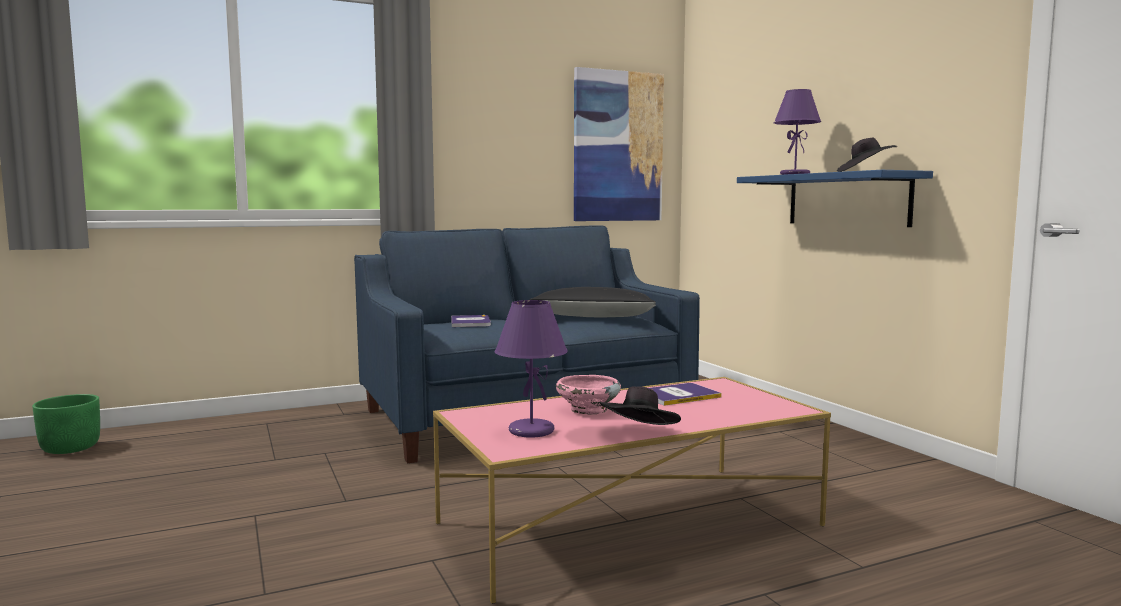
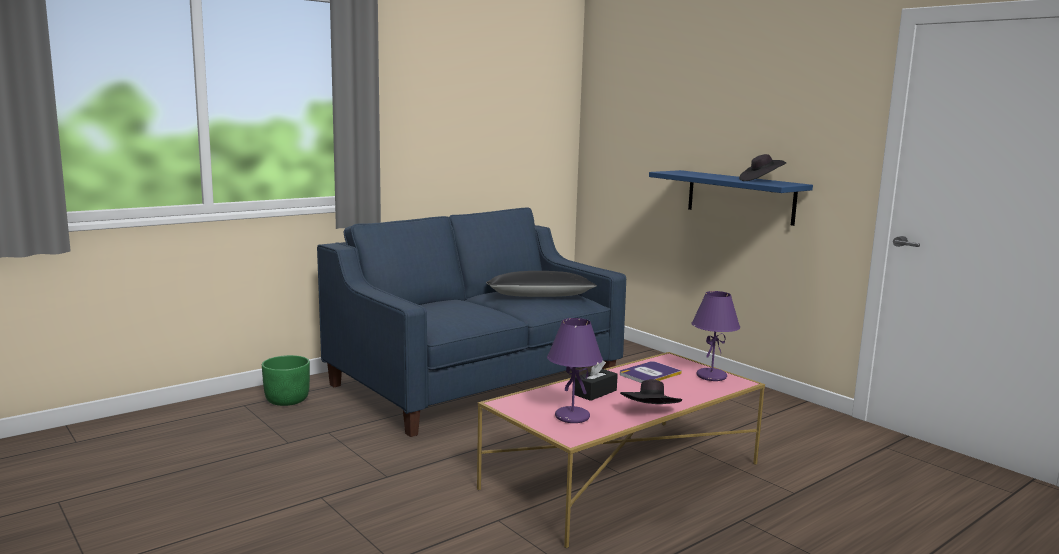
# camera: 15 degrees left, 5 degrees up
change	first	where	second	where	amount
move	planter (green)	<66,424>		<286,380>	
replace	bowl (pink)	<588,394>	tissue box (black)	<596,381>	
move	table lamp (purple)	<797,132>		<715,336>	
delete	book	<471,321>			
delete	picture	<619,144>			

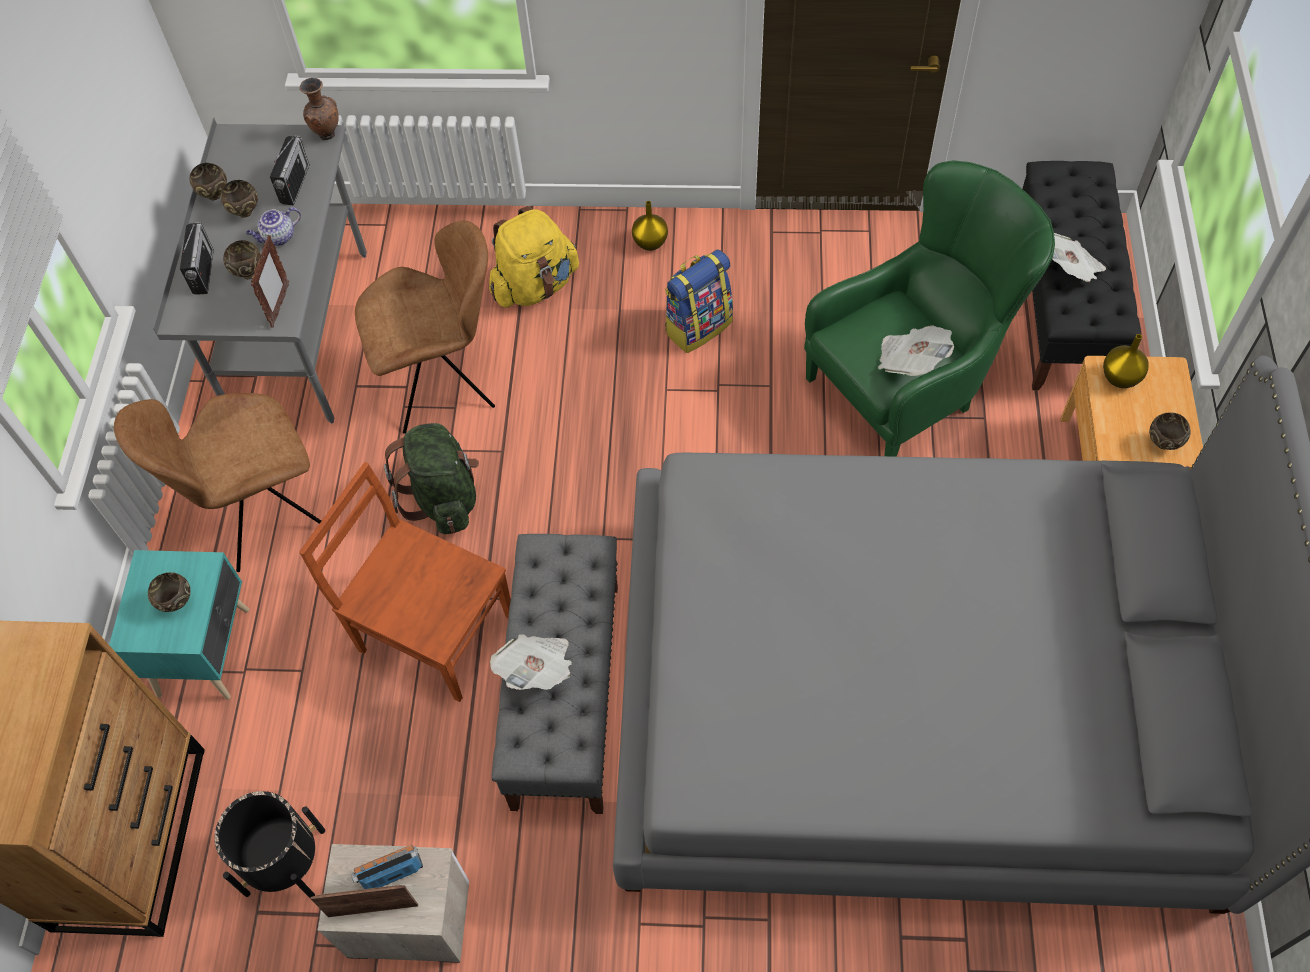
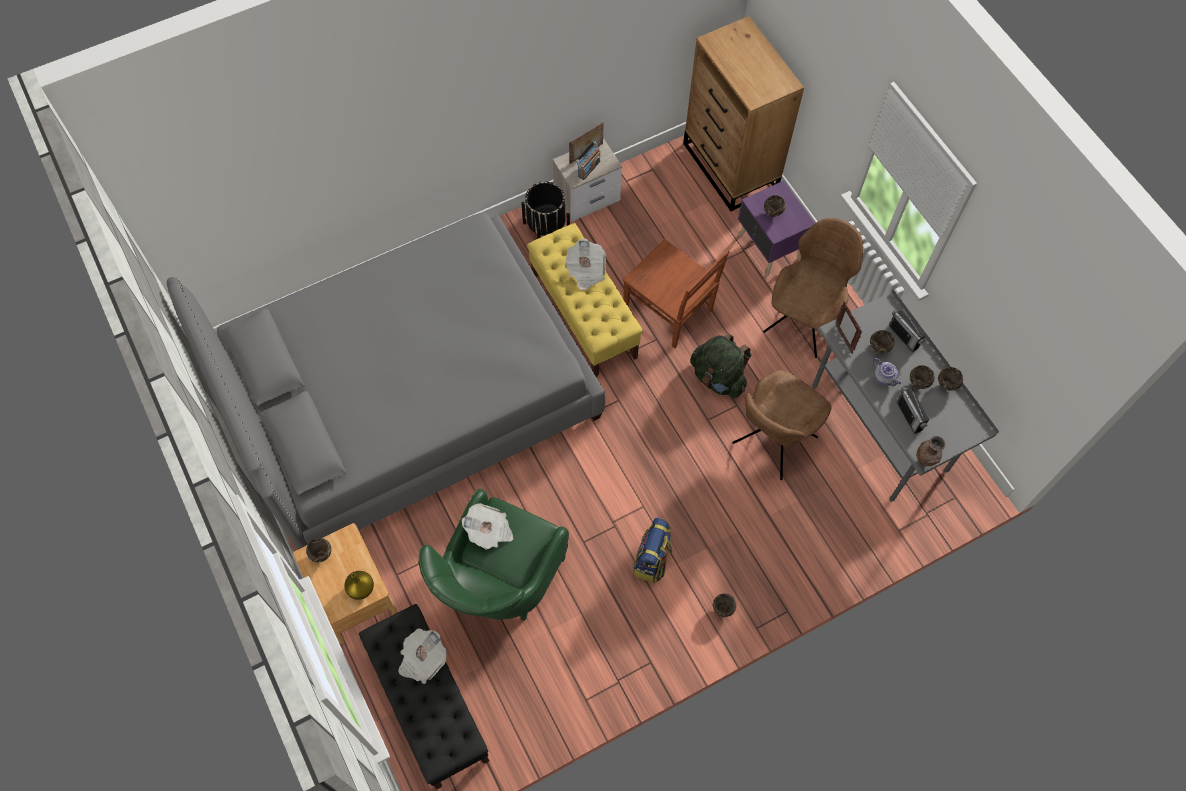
# camera: 145 degrees right, 5 degrees up
change	first	where	second	where	amount
move	planter (black)	<270,845>		<546,210>	
recolor	bench (grey)	<555,674>	bench (yellow)	<585,300>	
rotate	chair (brown)	<405,582>		<676,294>	45 degrees clockwise
replace	vase (yellow)	<650,226>	bowl (brown)	<724,605>	
recolor	nightstand (turquoise)	<179,625>	nightstand (purple)	<776,228>	
rotate	teapot	<273,226>		<887,372>	120 degrees clockwise
delete	backpack (yellow)	<534,257>			

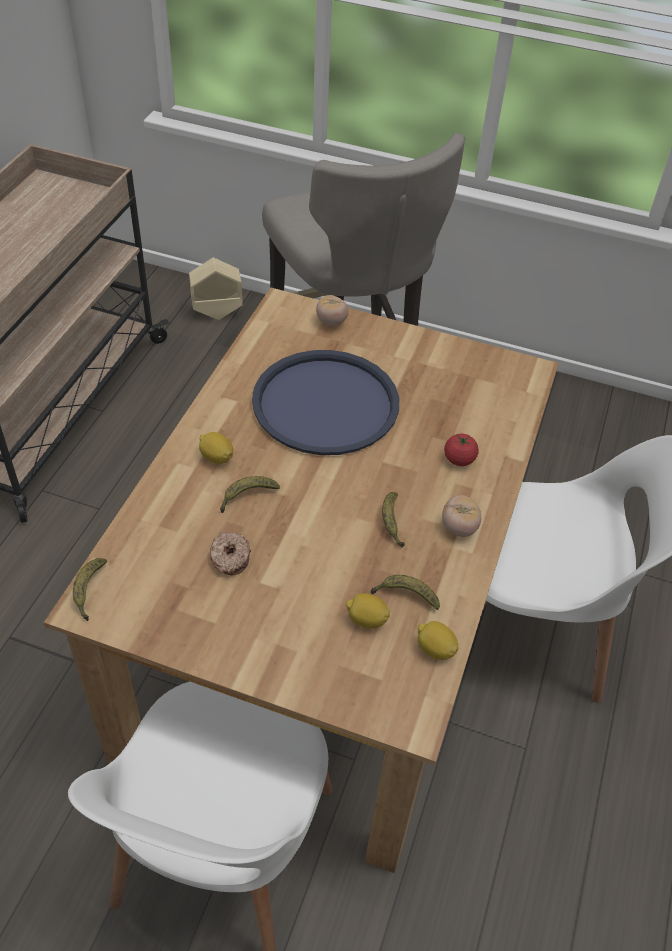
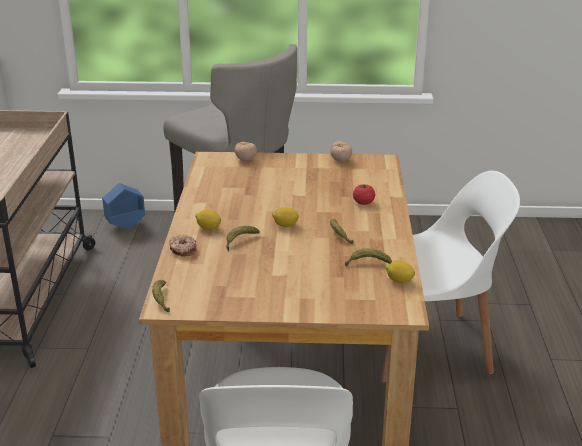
# camera: 15 degrees left, 20 degrees down
change	first	where	second	where	amount
recolor	planter (beige)	<216,288>	planter (blue)	<123,206>	
move	donut	<230,554>		<183,246>	
move	lemon	<368,610>		<285,217>	
move	tomato	<461,516>		<341,151>	
delete	tray (blue)	<325,402>			

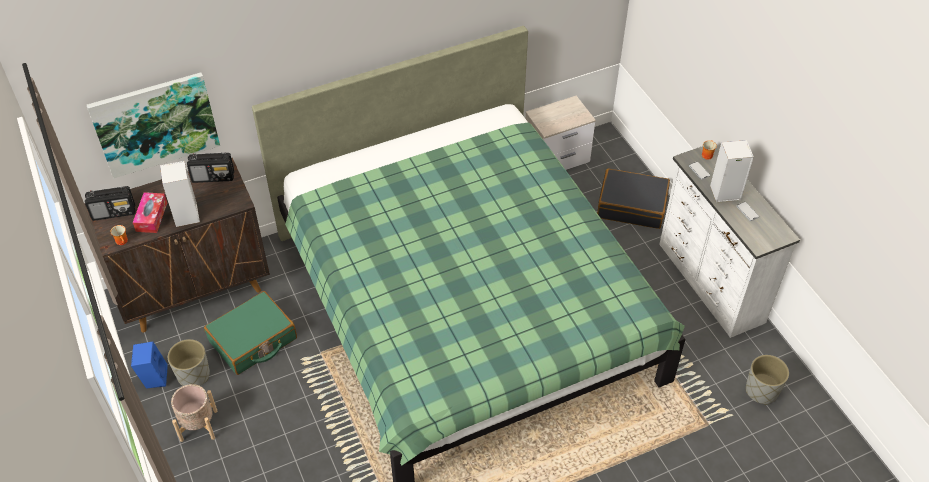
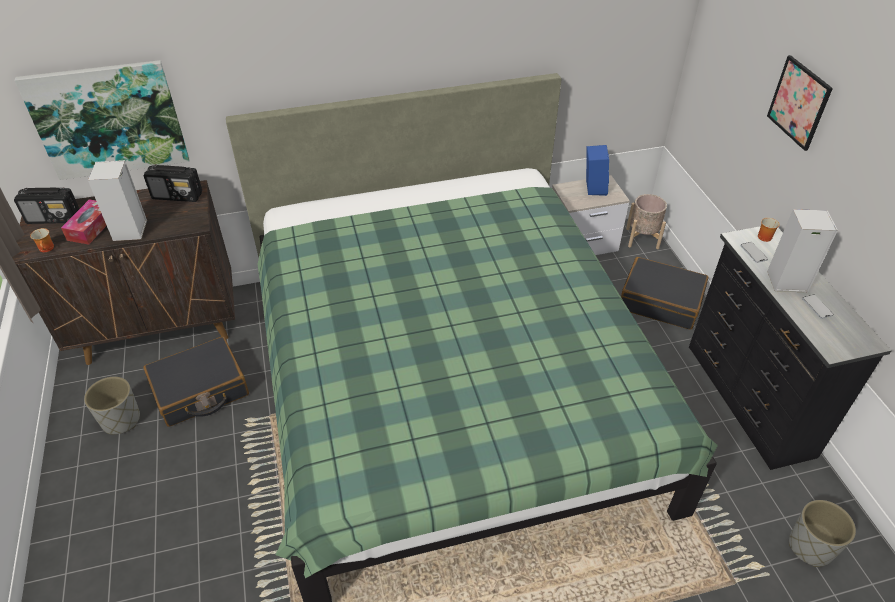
# camera: 10 degrees right, 5 degrees down
change	first	where	second	where	amount
recolor	suitcase (green)	<250,333>	suitcase (black)	<196,381>	
move	speaker (blue)	<149,365>		<597,170>	
move	planter (beige)	<194,413>		<646,221>	
recolor	dresser (white)	<729,241>	dresser (black)	<790,348>	
insert			picture	<800,103>	

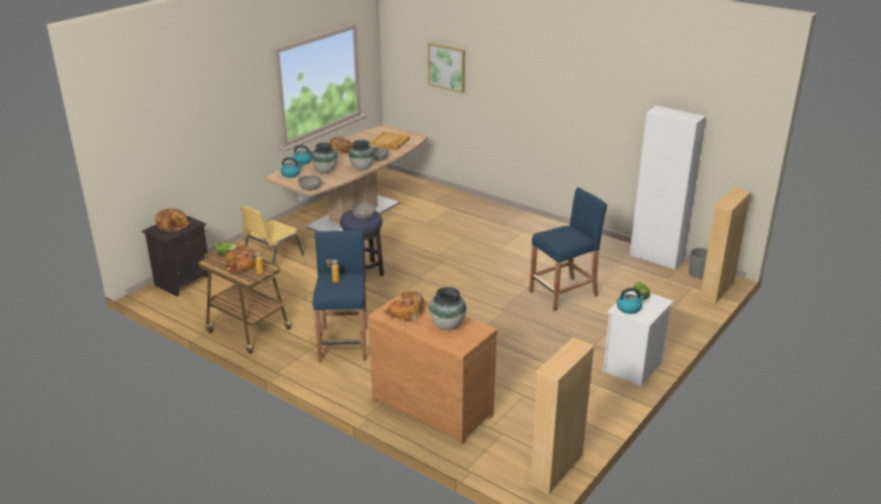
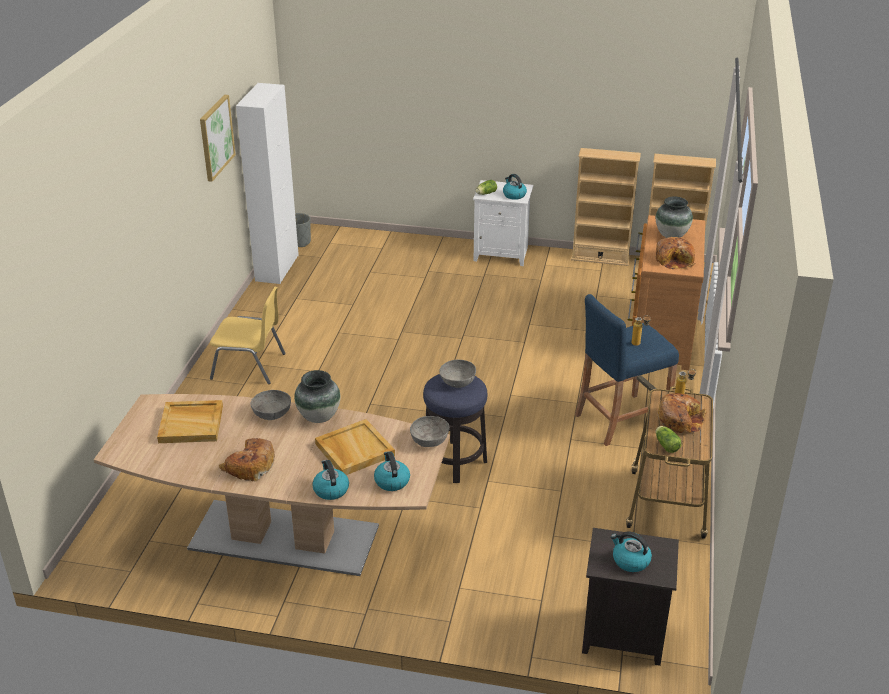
# camera: 115 degrees left, 5 degrees up
change	first	where	second	where	amount
move	picture	<446,68>		<218,138>	
move	chair (yellow)	<272,235>		<248,335>	
replace	vase	<324,158>	tray (beige)	<355,447>	
move	bookcase (beige)	<724,245>		<606,207>	
replace	bread	<172,220>	kettle	<631,551>	
delete	stool (blue)	<568,249>			

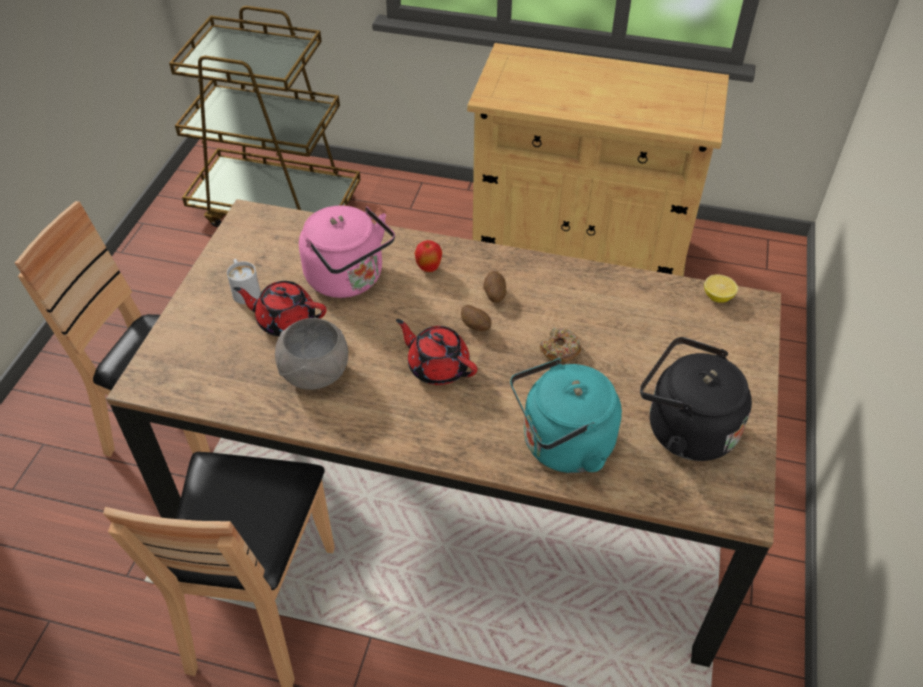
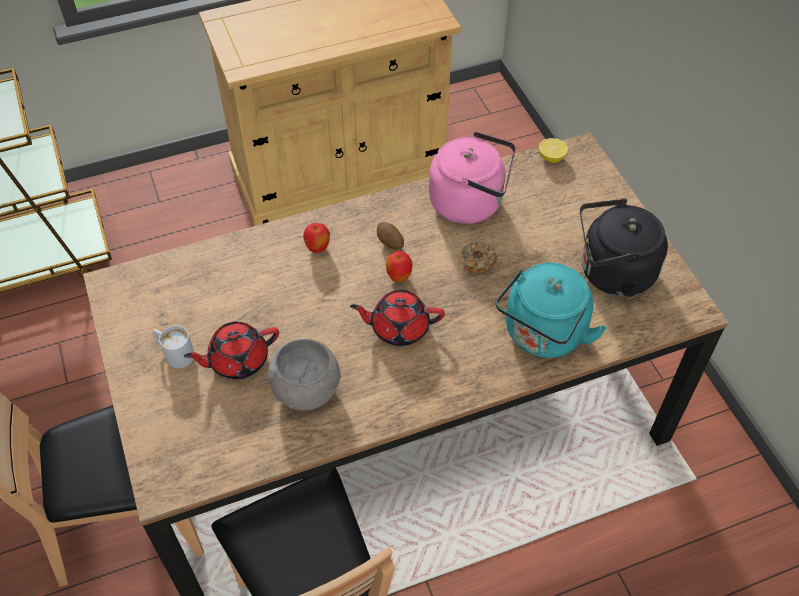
# camera: 35 degrees left, 5 degrees up
change	first	where	second	where	amount
replace	potato	<476,318>	apple	<399,266>	
move	kettle (pink)	<347,251>		<472,177>	

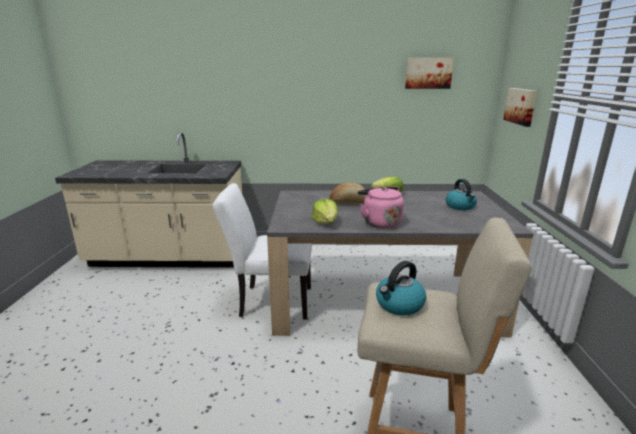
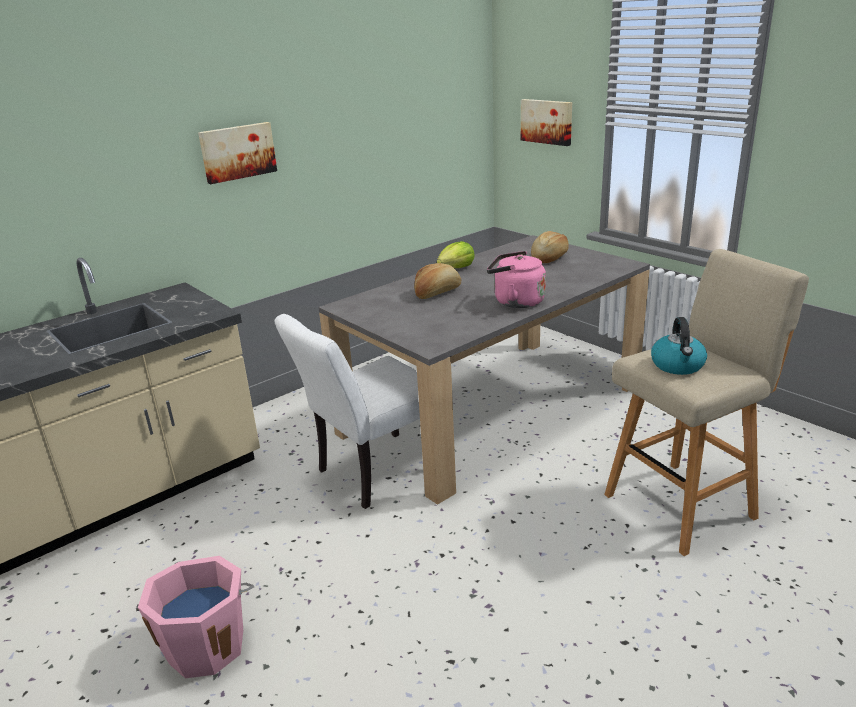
# camera: 40 degrees left, 5 degrees up
change	first	where	second	where	amount
insert			bucket (pink)	<195,617>	
move	picture	<429,73>		<237,153>	
replace	kettle	<461,194>	bread	<550,247>	
delete	lettuce	<325,211>			

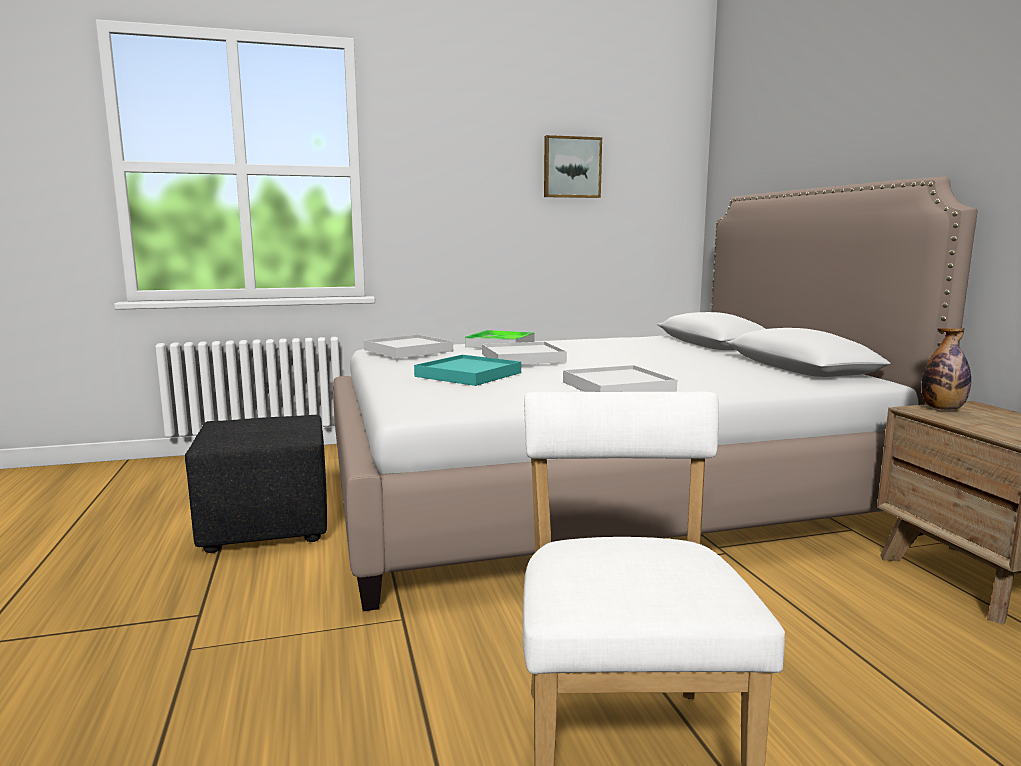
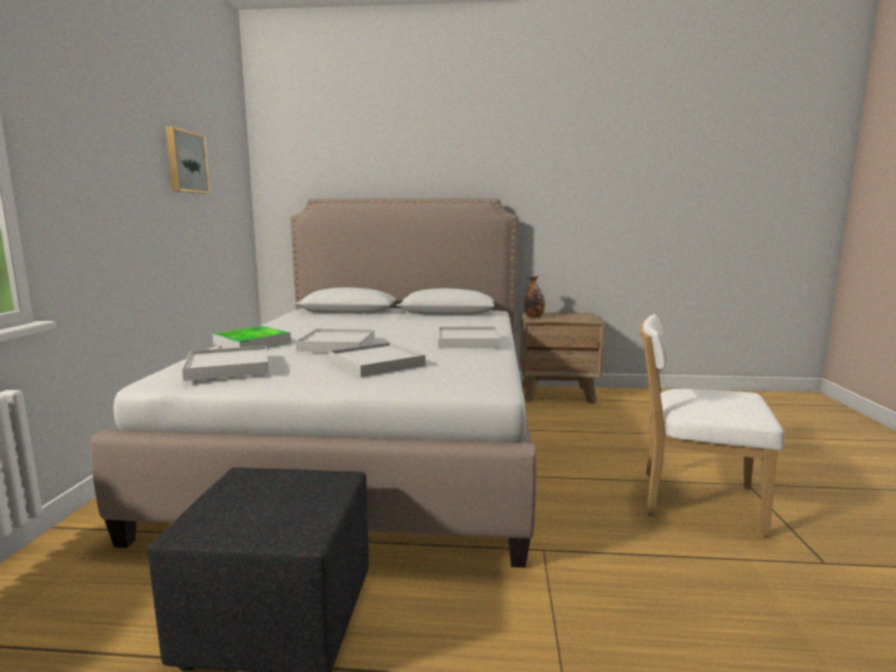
# camera: 70 degrees left, 0 degrees up
change	first	where	second	where	amount
recolor	tray (turquoise)	<467,370>	tray (white)	<377,359>	

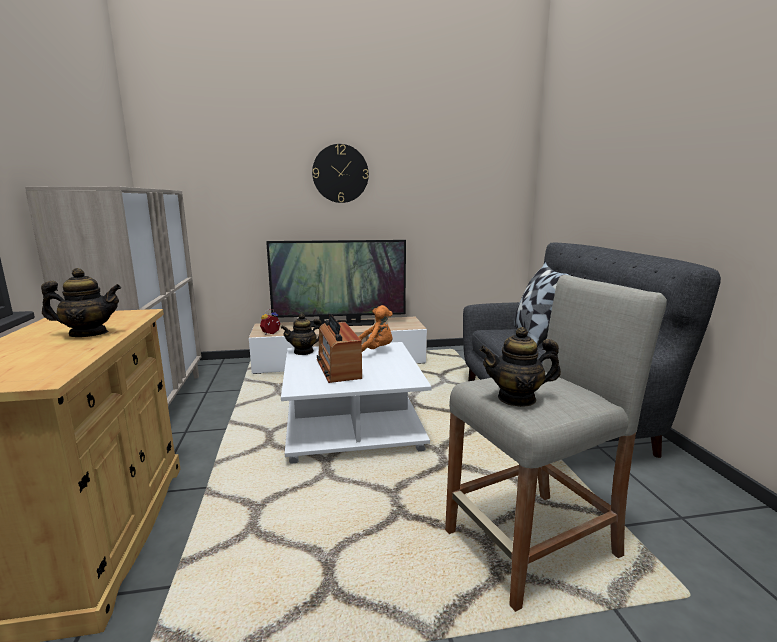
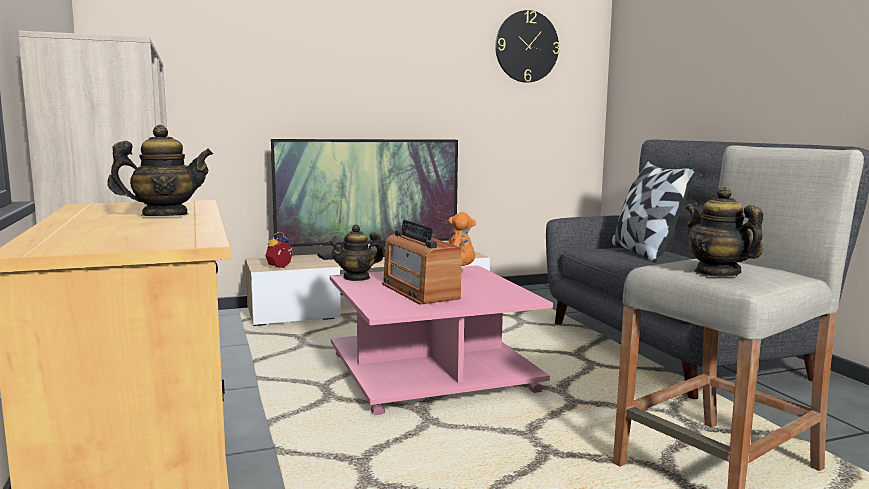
# camera: 10 degrees left, 5 degrees down
change	first	where	second	where	amount
recolor	coffee table (white)	<356,403>	coffee table (pink)	<441,340>	
move	wall clock	<340,173>		<527,46>	
rotate	teapot	<520,367>		<724,232>	75 degrees clockwise

